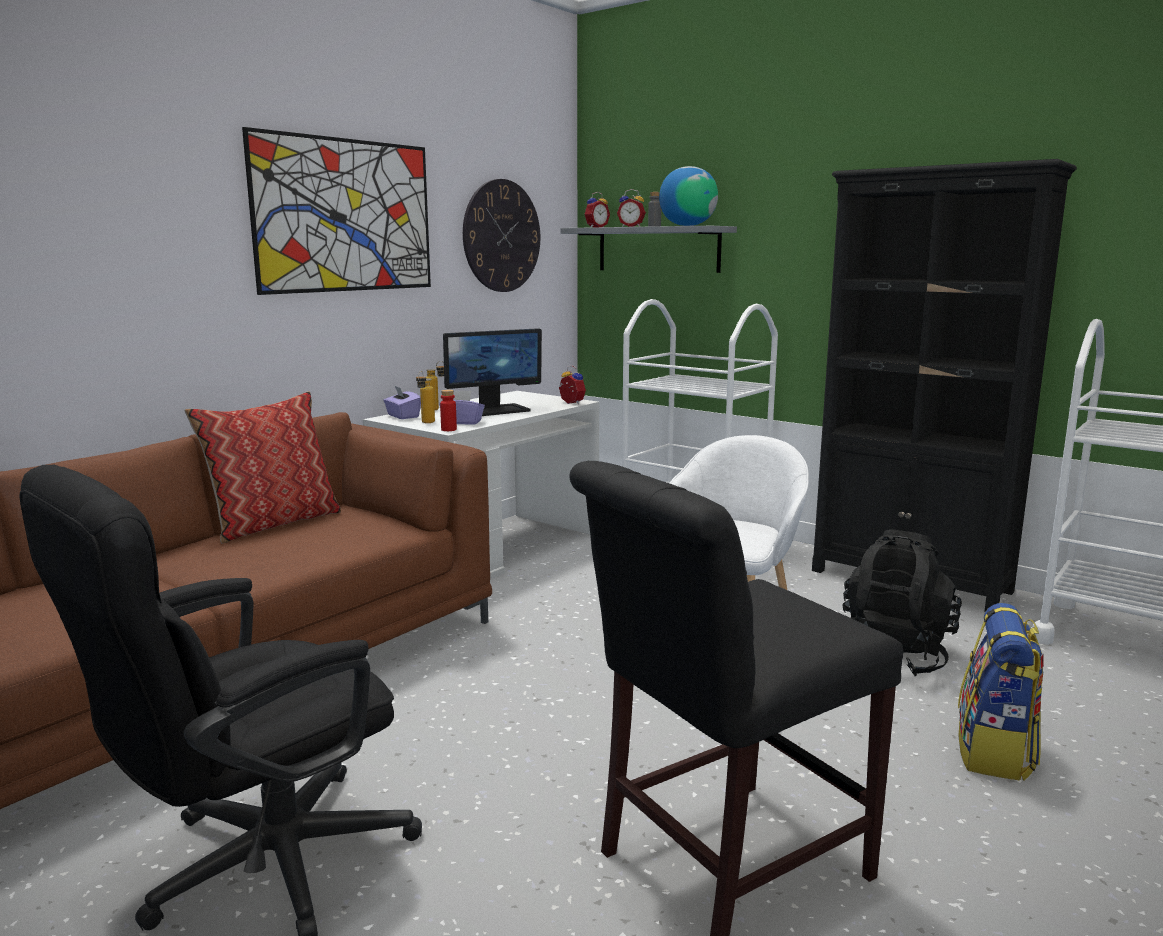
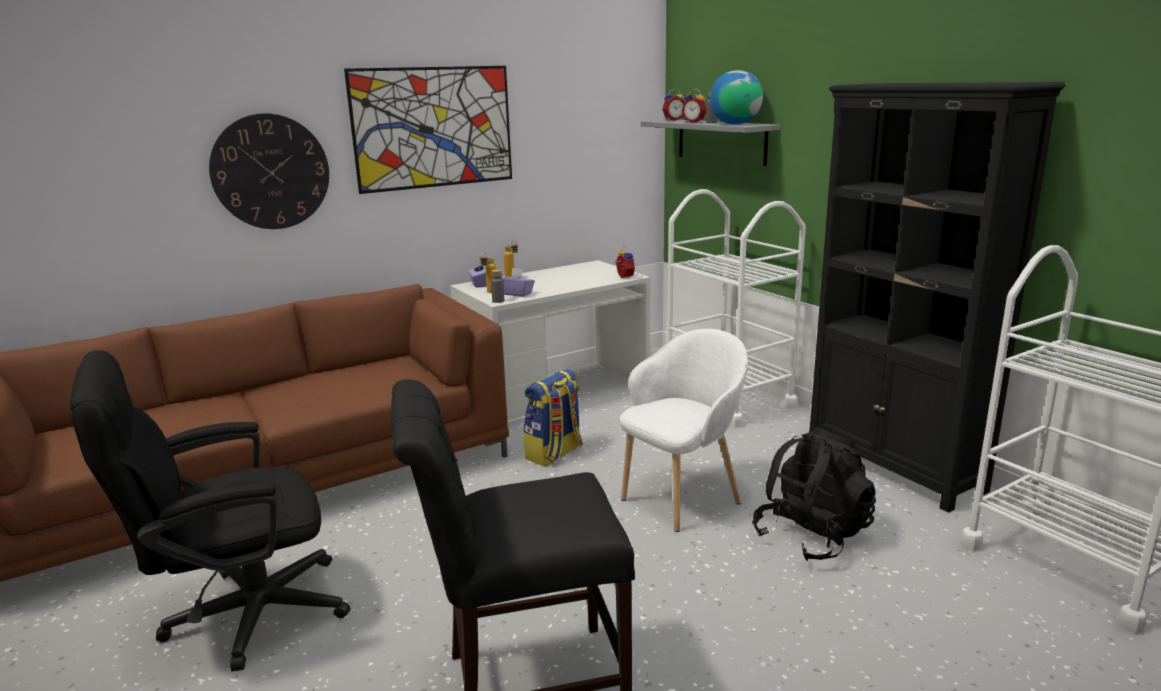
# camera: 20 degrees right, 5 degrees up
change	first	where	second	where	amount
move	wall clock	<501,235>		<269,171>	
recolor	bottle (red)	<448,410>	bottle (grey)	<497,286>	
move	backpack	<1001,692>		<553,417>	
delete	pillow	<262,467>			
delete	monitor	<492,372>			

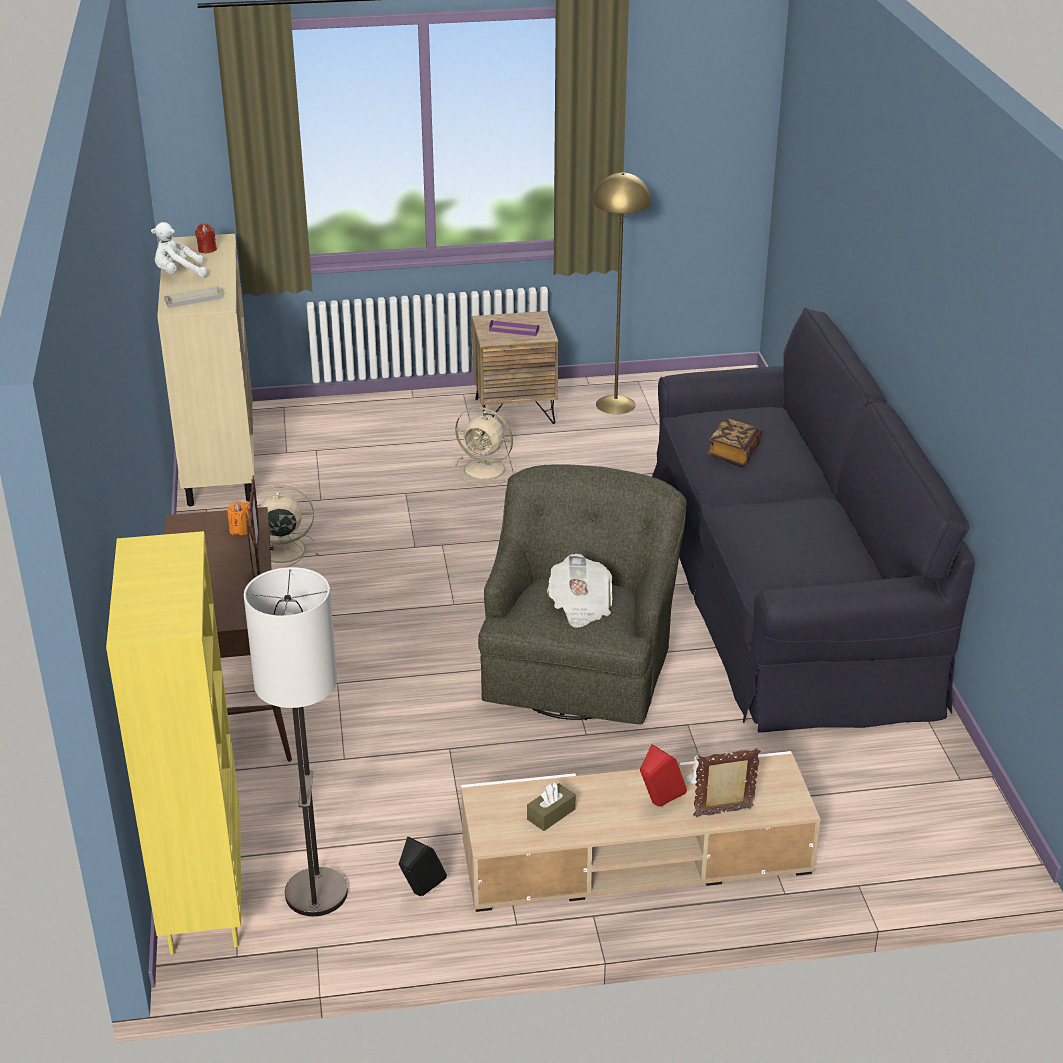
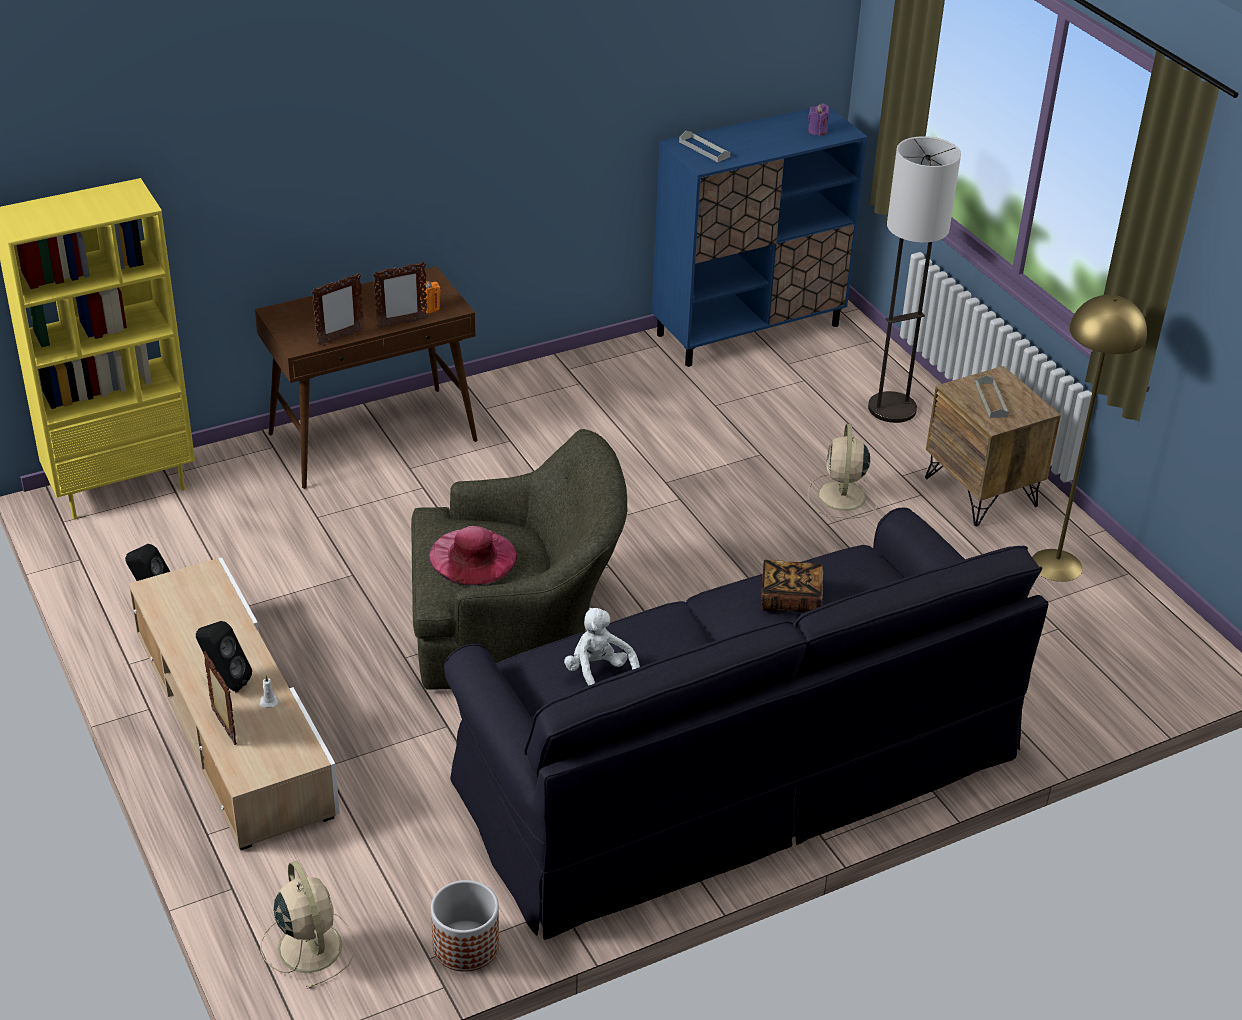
# camera: 70 degrees right, 5 degrees up
change	first	where	second	where	amount
recolor	speaker (red)	<663,775>	speaker (black)	<224,657>	
move	fan (beige)	<283,527>		<307,925>	
replace	newspaper	<579,591>	hat (pink)	<473,556>	
insert			planter	<465,926>	
move	plush toy (white)	<179,249>		<602,647>	
recolor	cabinet (beige)	<206,370>	cabinet (blue)	<760,235>	
recolor	candle (red)	<206,239>	candle (purple)	<818,120>	
move	floor lamp	<296,741>		<914,279>	
recolor	tray (purple)	<514,328>	tray (grey)	<992,396>	
delete	tissue box (brown)	<551,806>			

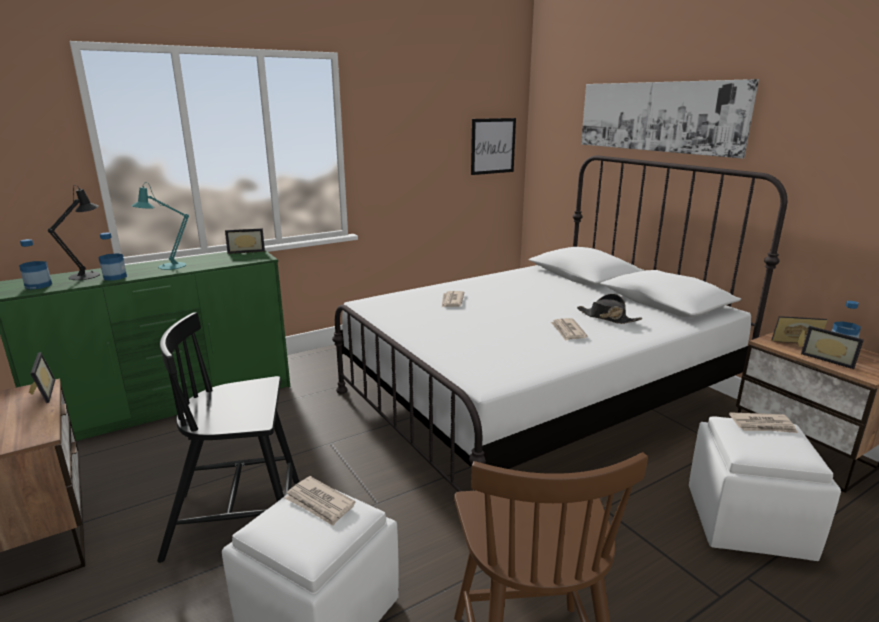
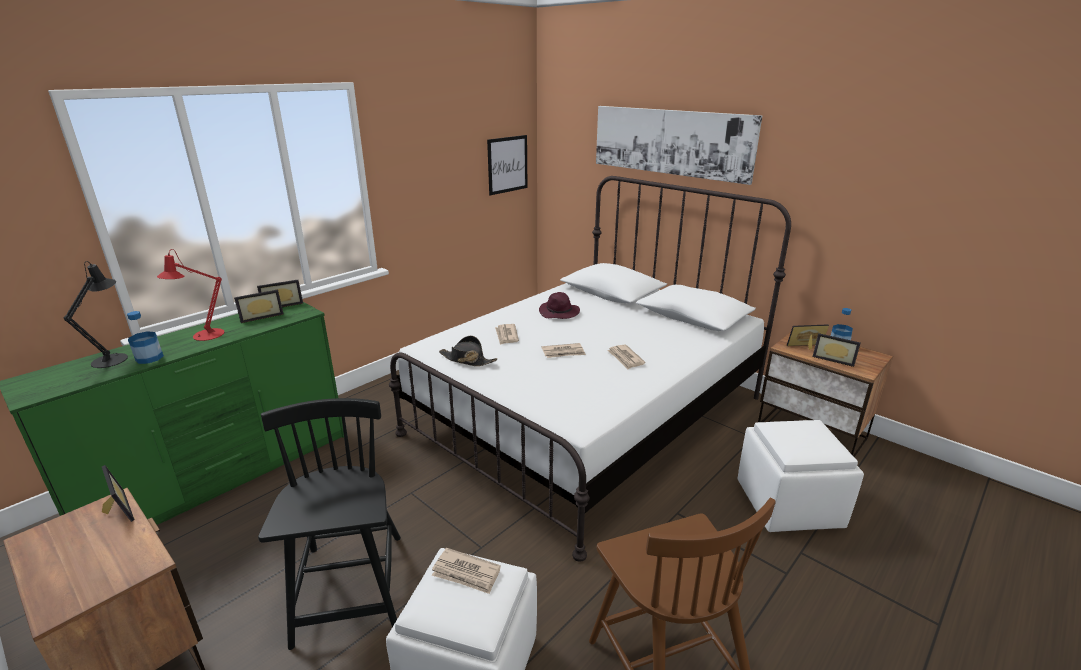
# camera: 15 degrees left, 5 degrees up
change	first	where	second	where	amount
recolor	table lamp (turquoise)	<160,226>	table lamp (red)	<191,295>	
insert			picture frame	<259,306>	
rotate	chair (black)	<228,437>		<329,524>	105 degrees clockwise
move	hat (black)	<609,309>		<468,351>	
insert			hat (purple)	<559,305>	
move	newspaper	<763,422>		<563,350>	
delete	bottle	<35,264>			

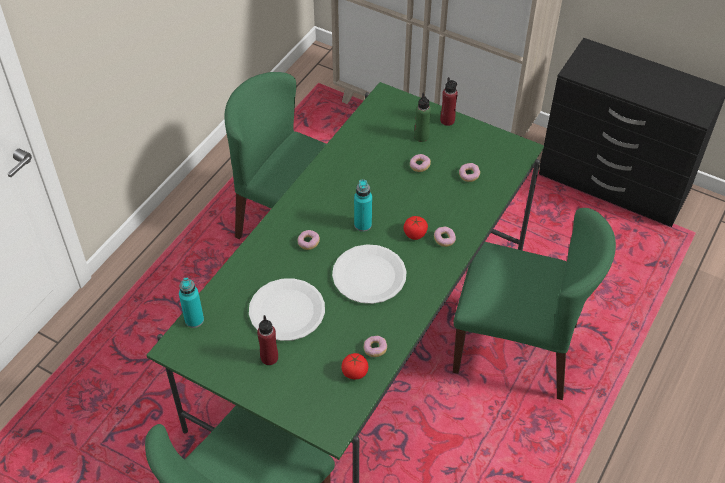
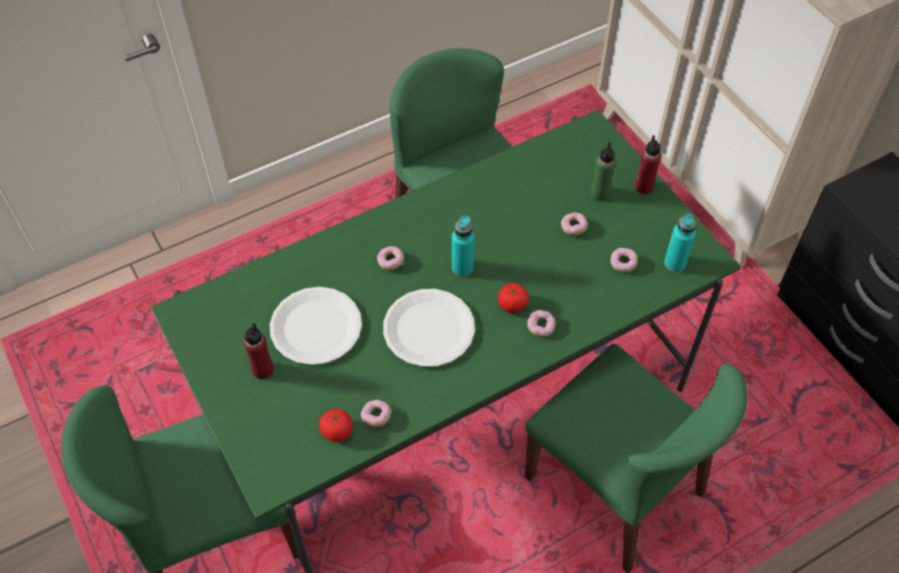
# camera: 30 degrees right, 5 degrees up
change	first	where	second	where	amount
move	bottle (turquoise)	<191,302>		<680,243>	

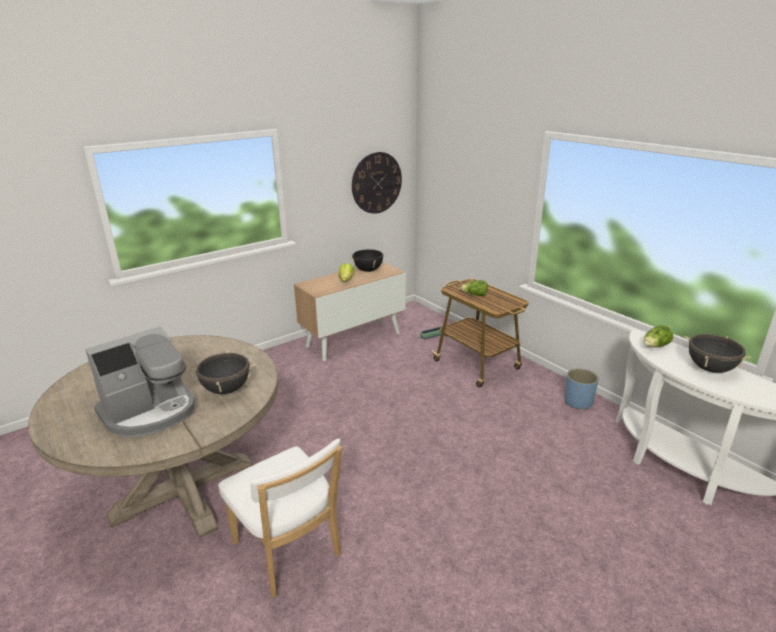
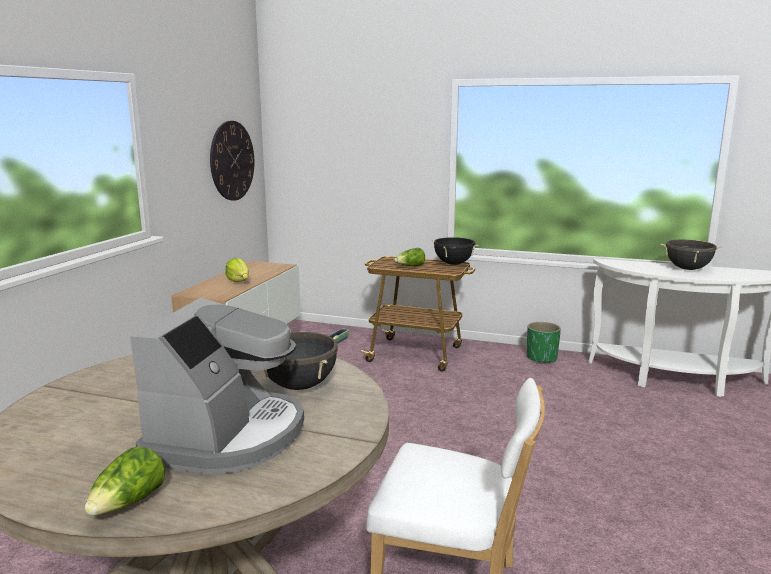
# camera: 35 degrees left, 10 degrees down
change	first	where	second	where	amount
move	lettuce	<658,336>		<125,481>	
move	cooking pot (black)	<367,260>		<455,251>	
recolor	planter (blue)	<581,389>	planter (green)	<544,342>	

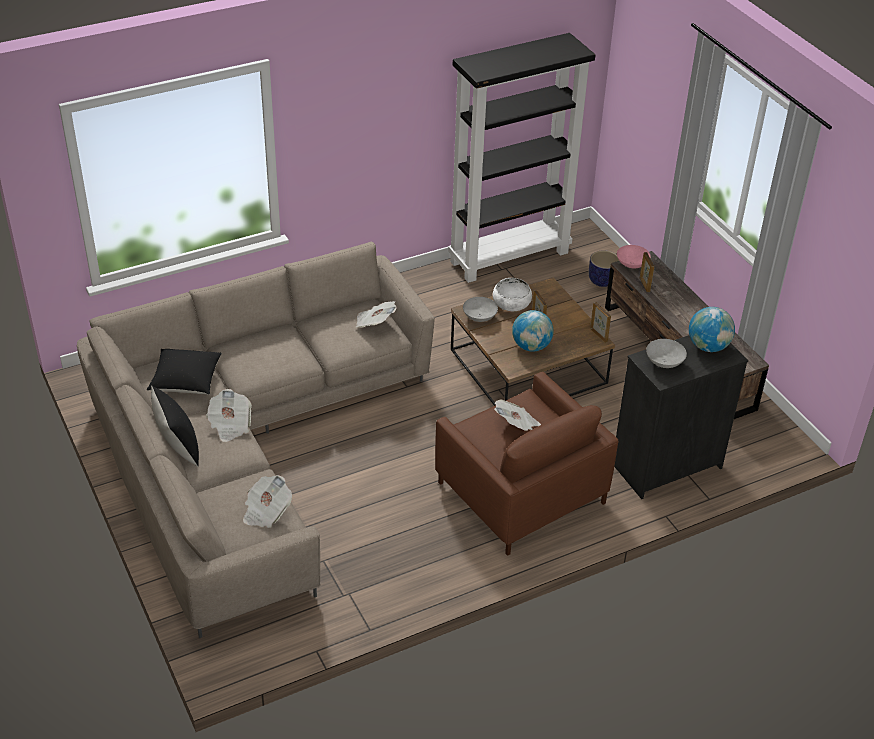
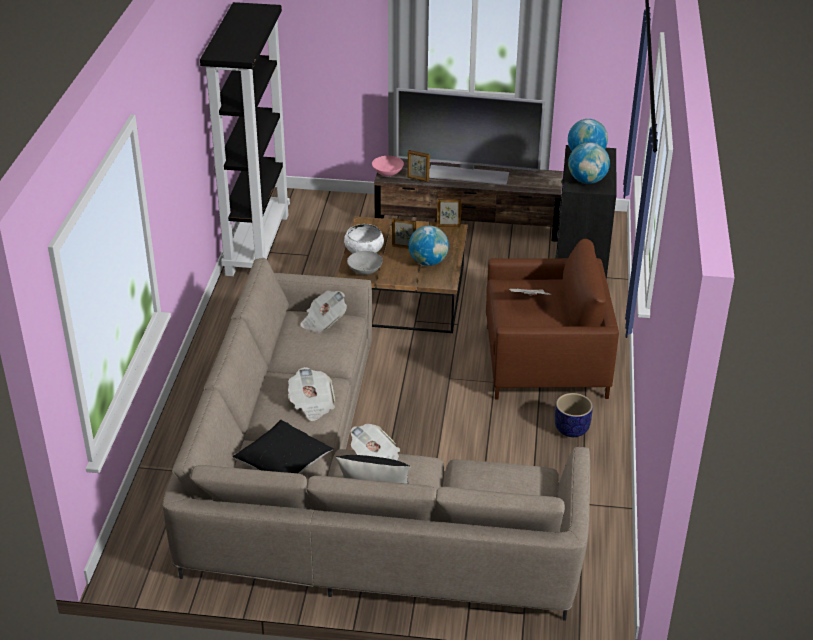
# camera: 55 degrees left, 5 degrees down
change	first	where	second	where	amount
move	newspaper	<267,501>		<311,394>	
insert			television	<470,136>	
move	planter	<604,268>		<574,415>	
replace	bowl (grey)	<666,353>	globe	<589,163>	

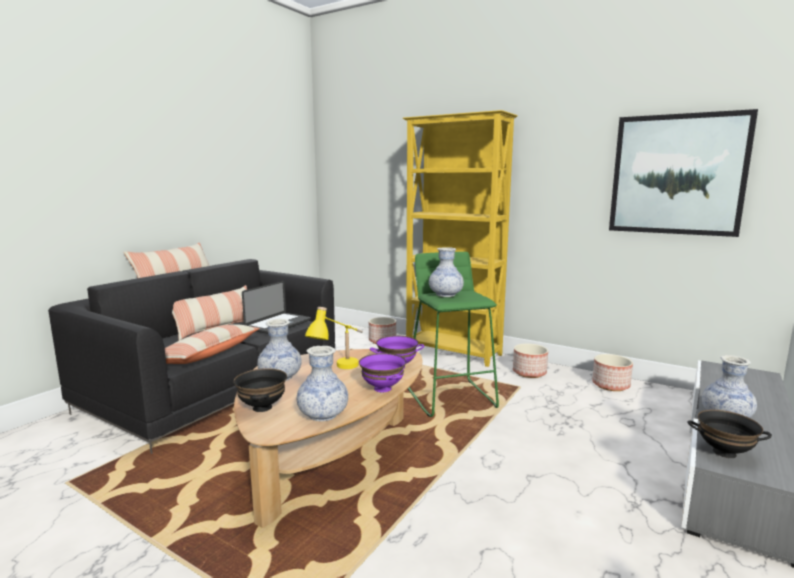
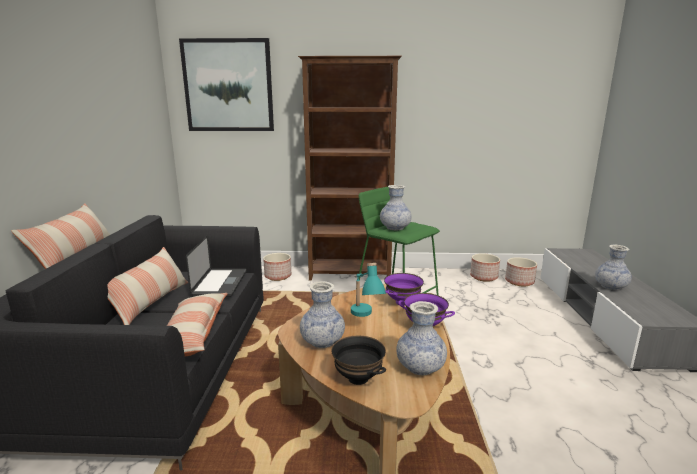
# camera: 30 degrees left, 5 degrees up
change	first	where	second	where	amount
move	picture	<683,173>		<226,84>	
recolor	bookcase (yellow)	<460,238>	bookcase (brown)	<350,168>	
recolor	table lamp (yellow)	<334,338>	table lamp (turquoise)	<368,290>	
move	planter	<530,361>		<521,272>	
delete	bowl (black)	<730,434>			

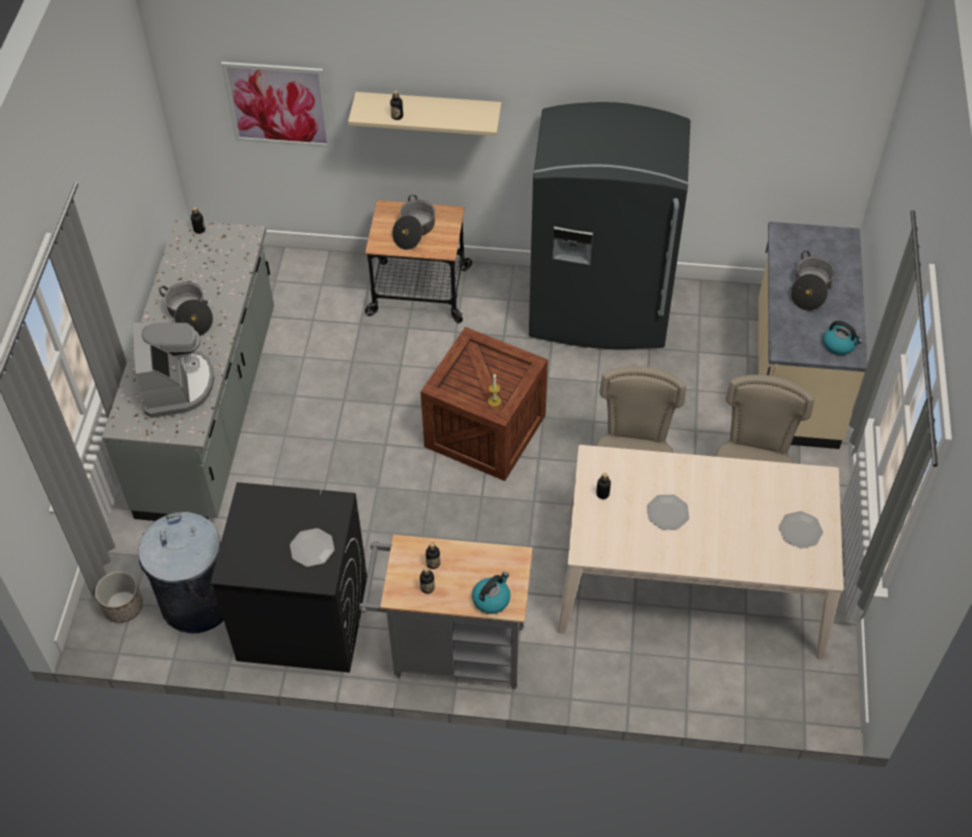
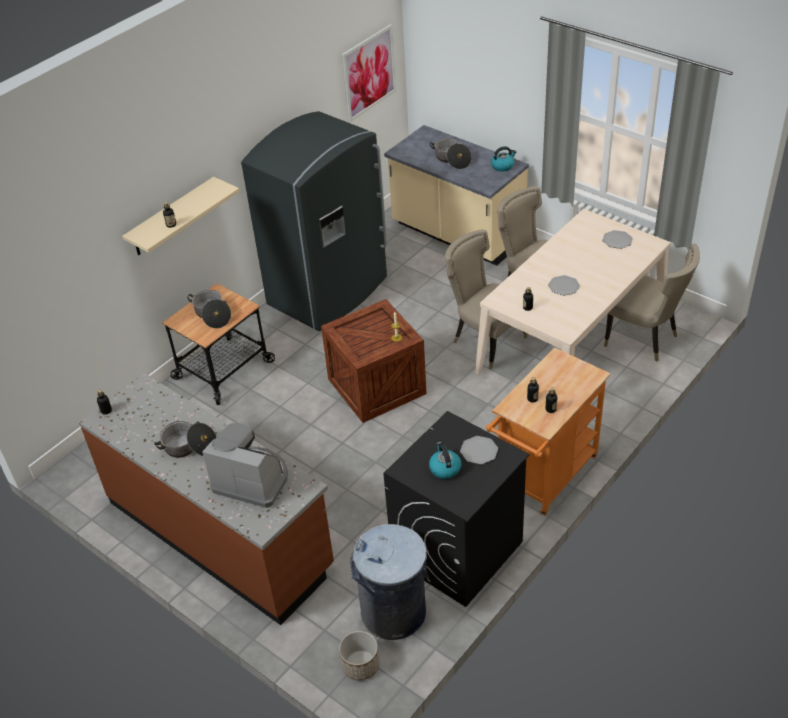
# camera: 55 degrees left, 10 degrees down
change	first	where	second	where	amount
recolor	counter (grey)	<188,370>	counter (brown)	<206,499>	
move	picture	<276,105>		<369,73>	
move	kettle	<491,593>		<445,460>	
recolor	cart (grey)	<446,612>	cart (orange)	<548,431>	
insert			chair (beige)	<652,302>	

